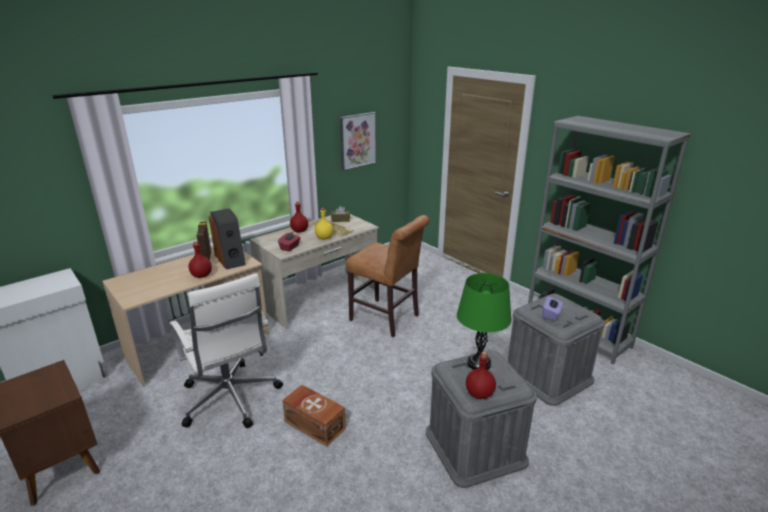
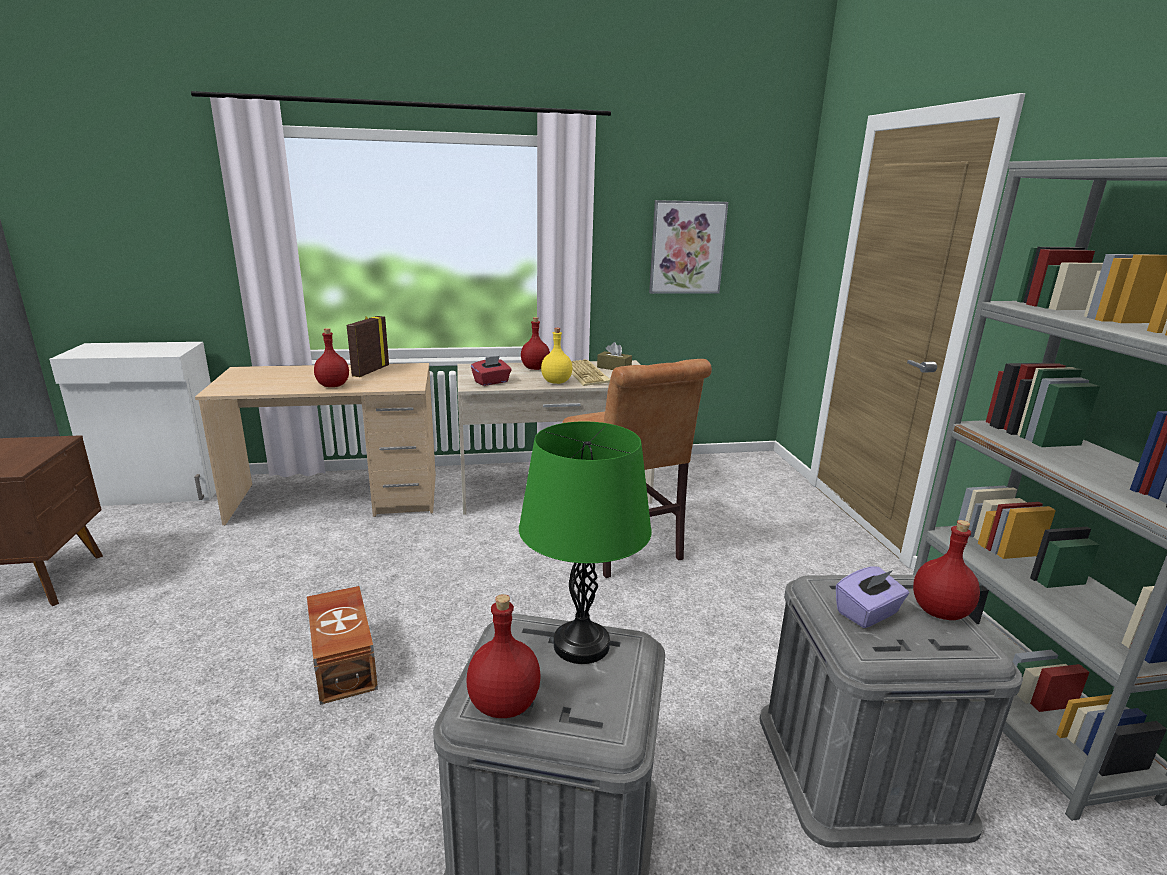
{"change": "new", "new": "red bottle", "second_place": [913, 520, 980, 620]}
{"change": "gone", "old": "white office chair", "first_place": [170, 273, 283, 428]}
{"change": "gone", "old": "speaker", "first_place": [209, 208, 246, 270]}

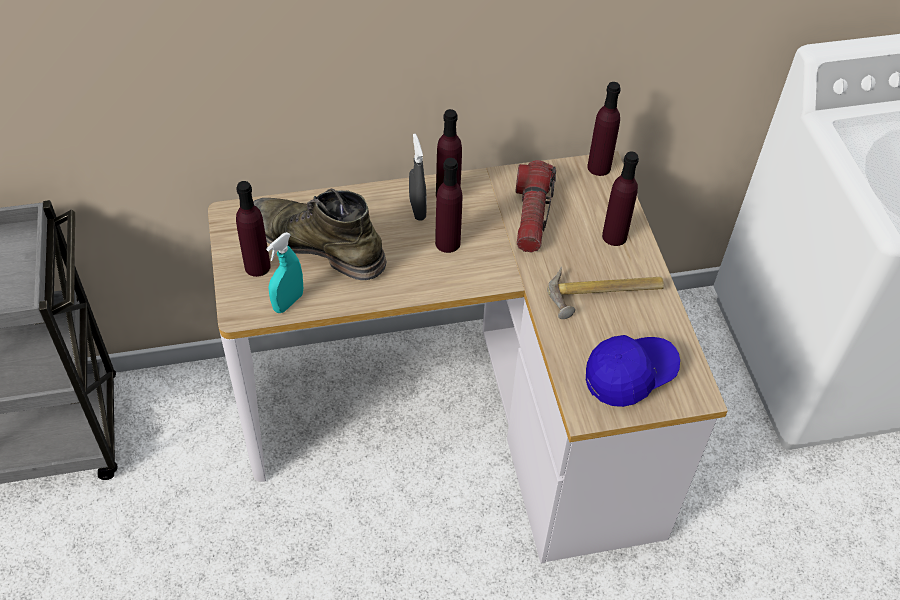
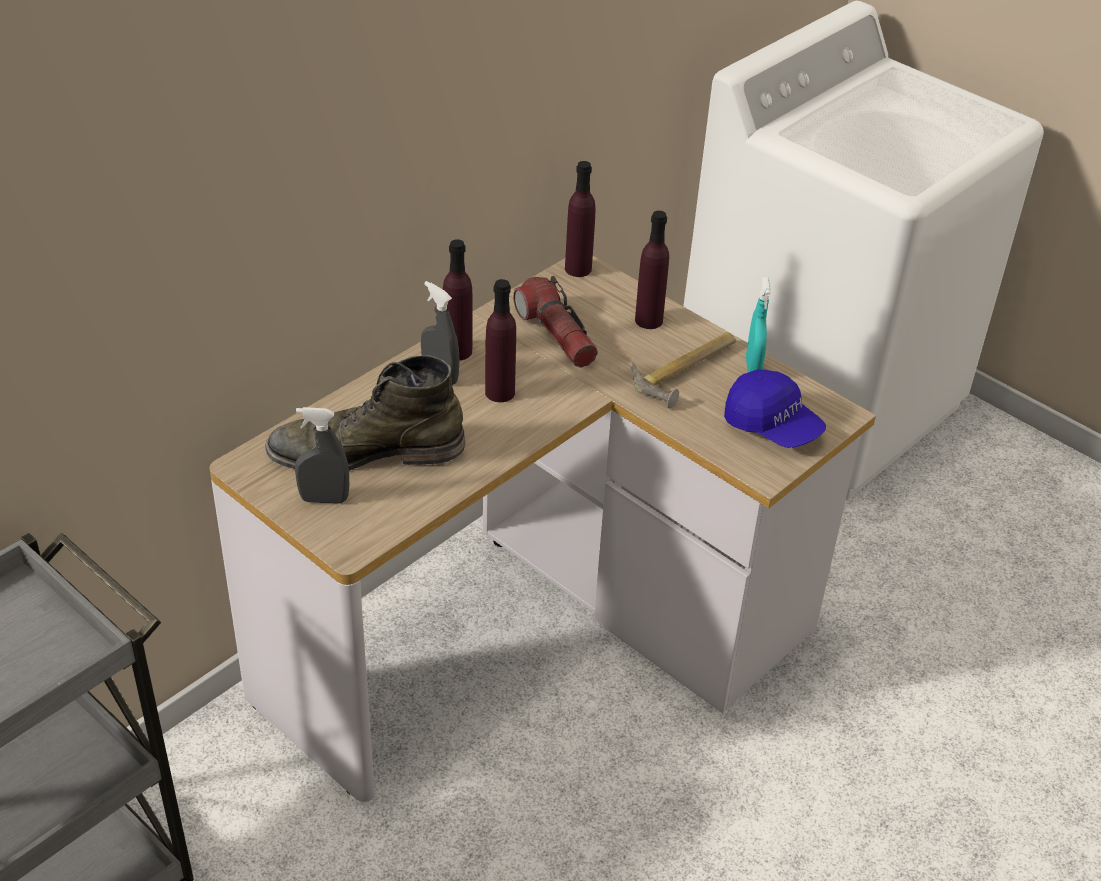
{"change": "swapped", "old": "purple bottle", "new": "grey spray bottle", "first_place": [236, 181, 271, 277], "second_place": [295, 407, 349, 504]}
{"change": "rotated", "old": "blue cap", "first_place": [586, 335, 680, 407], "second_place": [724, 369, 826, 448], "degrees": 105}
{"change": "shifted", "old": "turquoise spray bottle", "first_place": [266, 232, 303, 313], "second_place": [746, 277, 771, 372]}

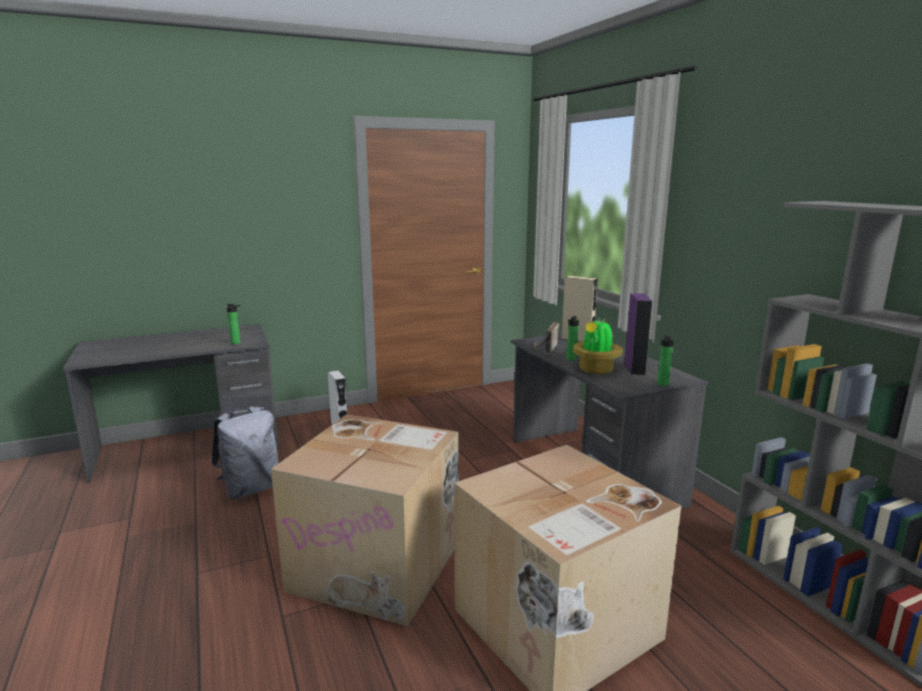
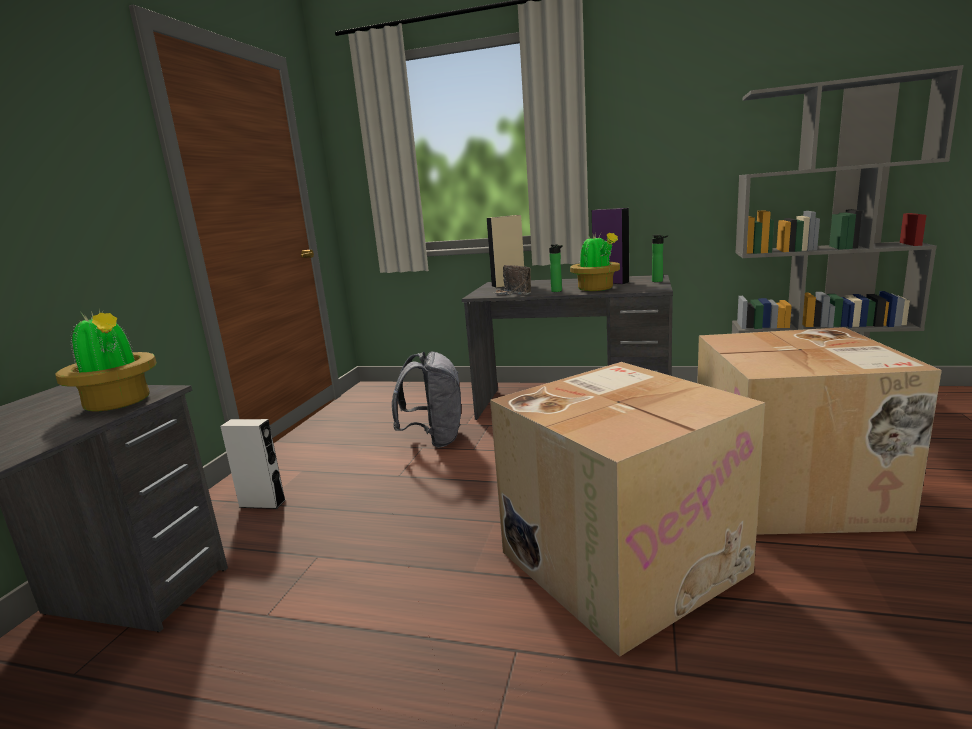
{"change": "swapped", "old": "bottle", "new": "potted plant", "first_place": [226, 304, 241, 344], "second_place": [55, 309, 157, 412]}
{"change": "shifted", "old": "grey backpack", "first_place": [211, 407, 278, 499], "second_place": [392, 352, 461, 448]}

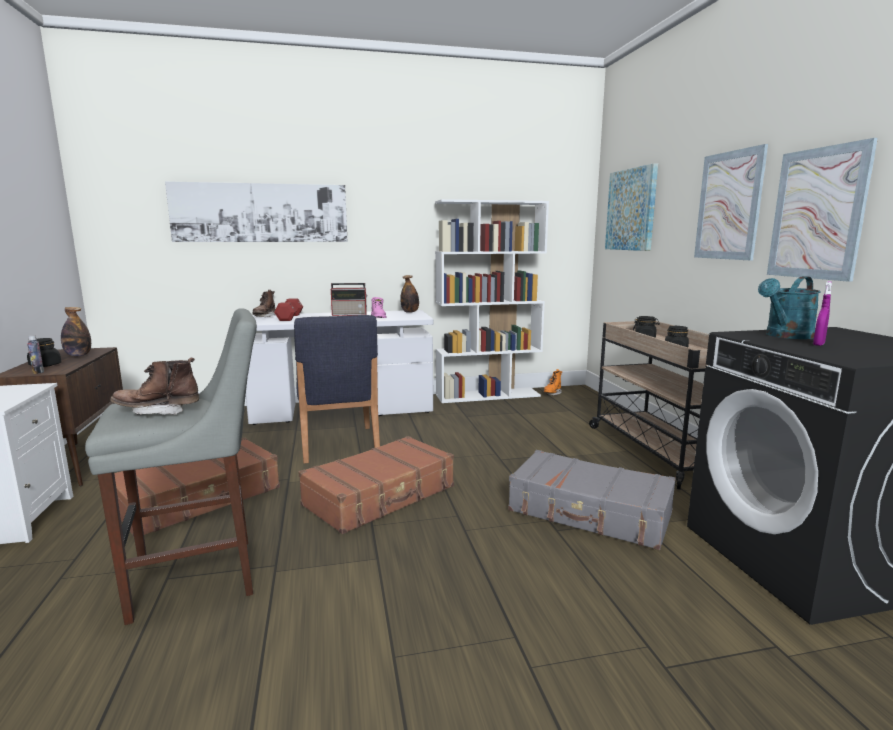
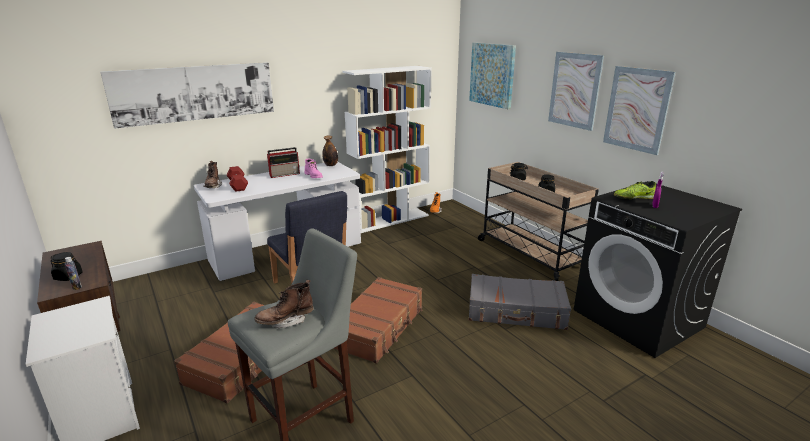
{"change": "swapped", "old": "turquoise watering can", "new": "shoe", "first_place": [758, 276, 820, 339], "second_place": [614, 181, 656, 199]}
{"change": "gone", "old": "bottle", "first_place": [61, 307, 91, 356]}

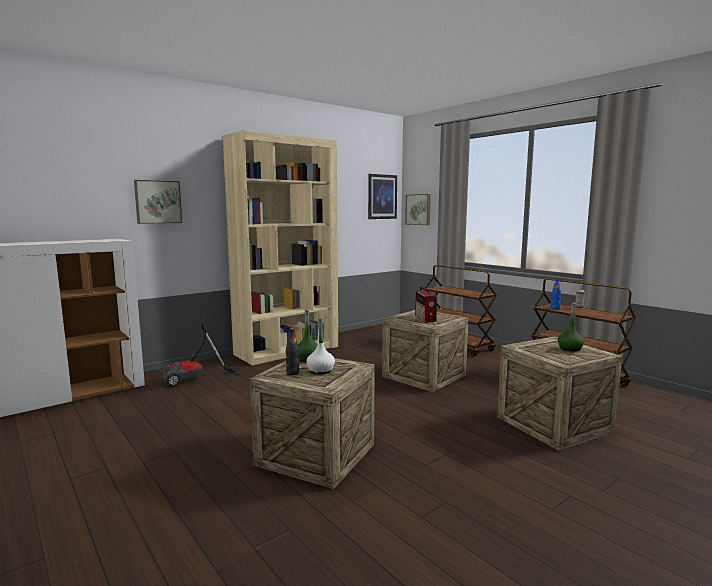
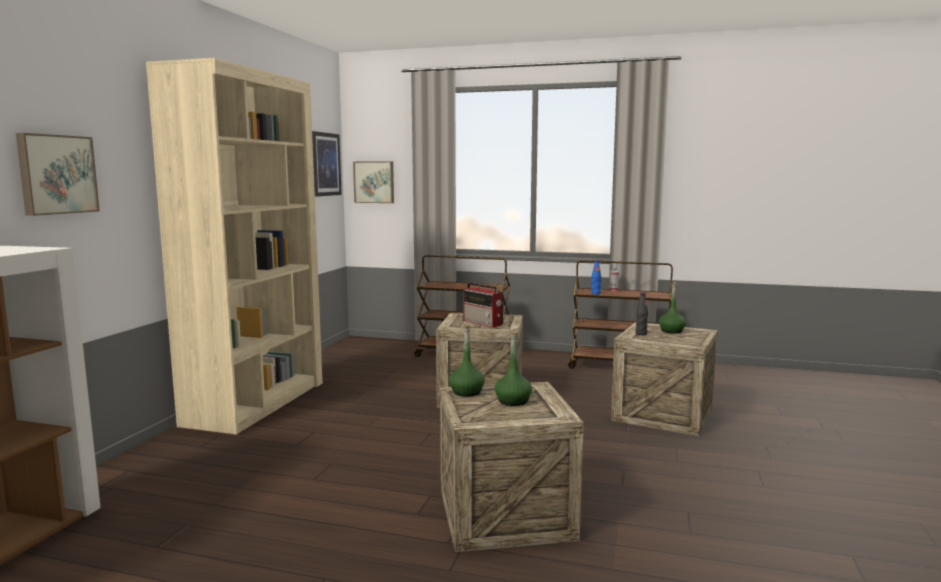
{"change": "repainted", "old": "white bottle", "new": "green bottle", "first_place": [306, 318, 335, 374], "second_place": [495, 331, 532, 406]}
{"change": "shifted", "old": "black bottle", "first_place": [286, 328, 299, 375], "second_place": [635, 292, 648, 335]}
{"change": "gone", "old": "vacuum cleaner", "first_place": [161, 322, 240, 387]}

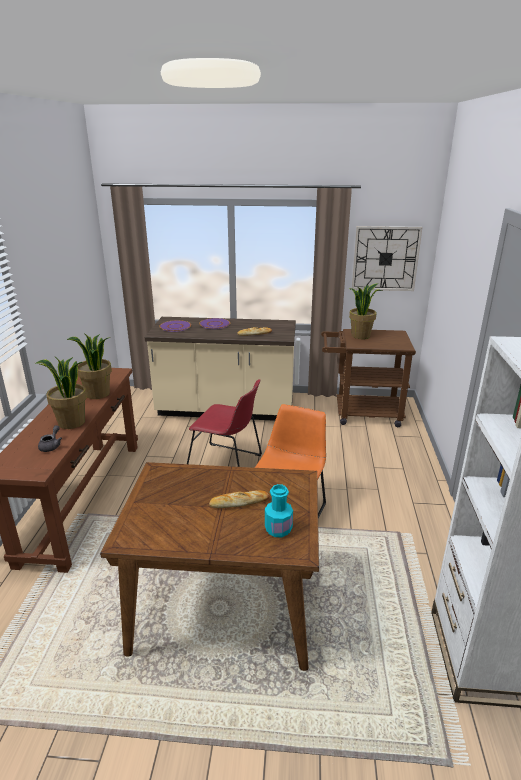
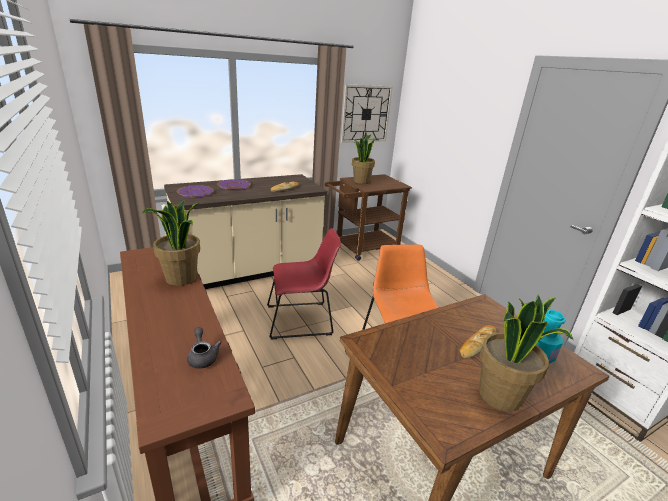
{"change": "shifted", "old": "potted plant", "first_place": [36, 356, 87, 429], "second_place": [479, 295, 573, 412]}

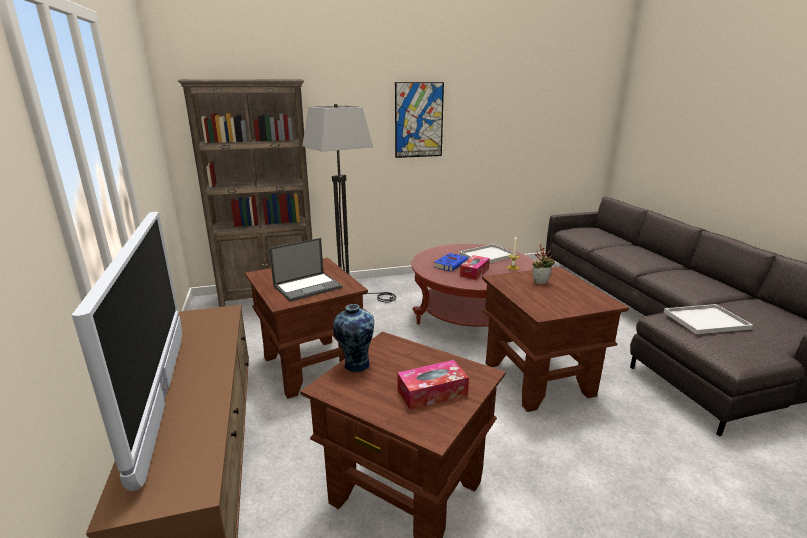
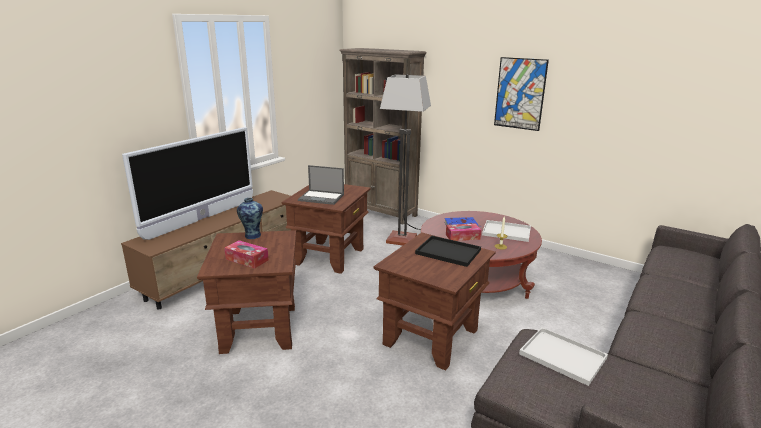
{"change": "swapped", "old": "potted plant", "new": "black tray", "first_place": [532, 243, 555, 284], "second_place": [415, 236, 481, 267]}

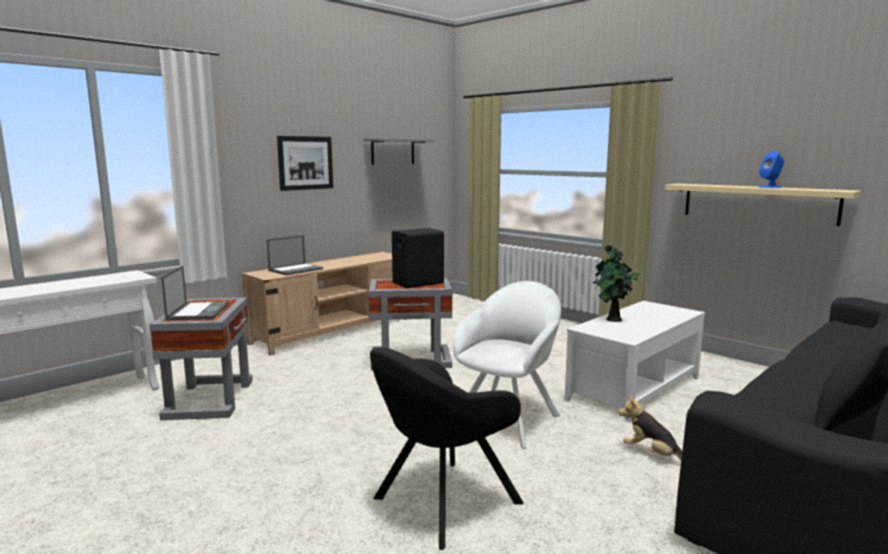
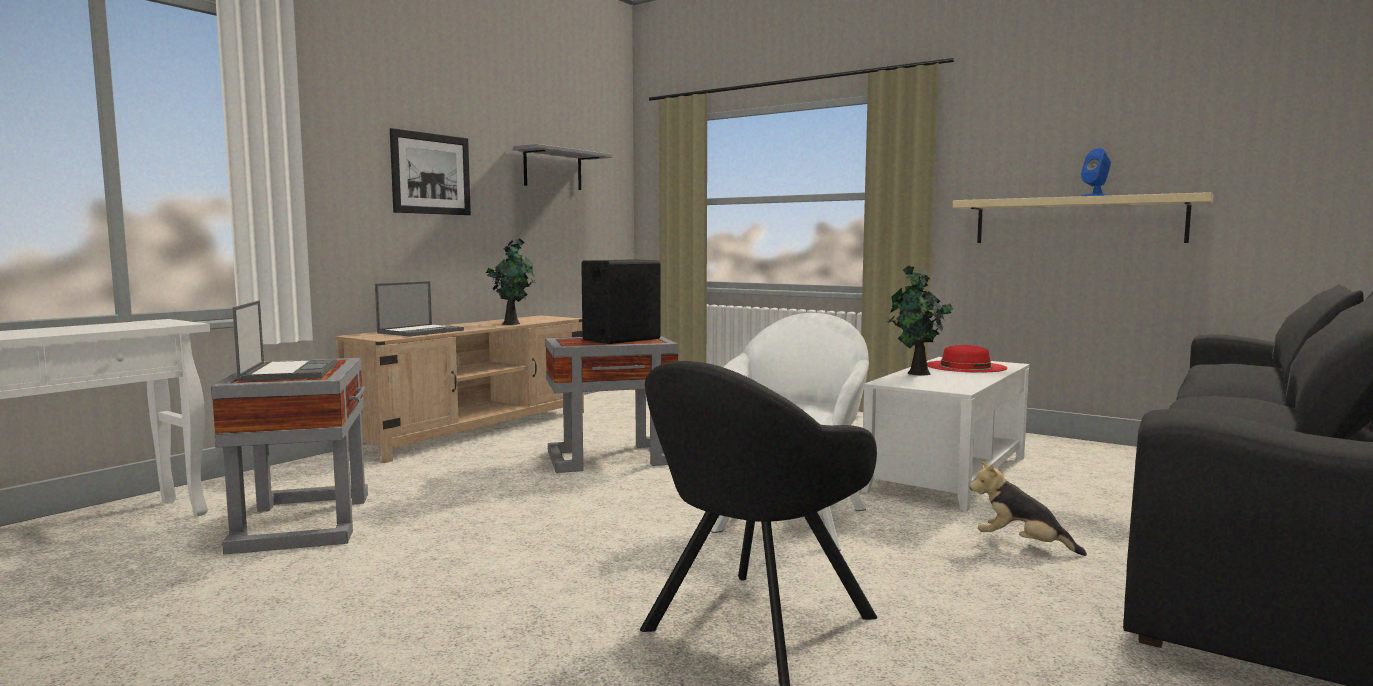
{"change": "new", "new": "potted plant", "second_place": [485, 238, 535, 325]}
{"change": "new", "new": "red hat", "second_place": [927, 345, 1008, 373]}

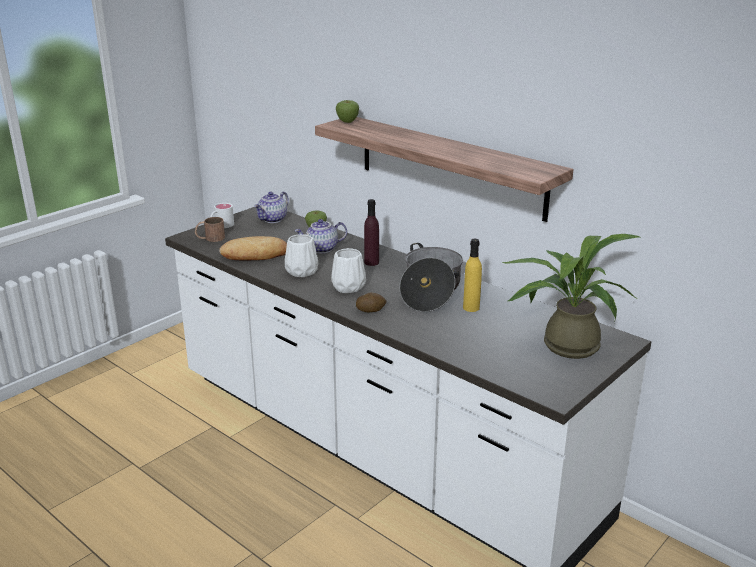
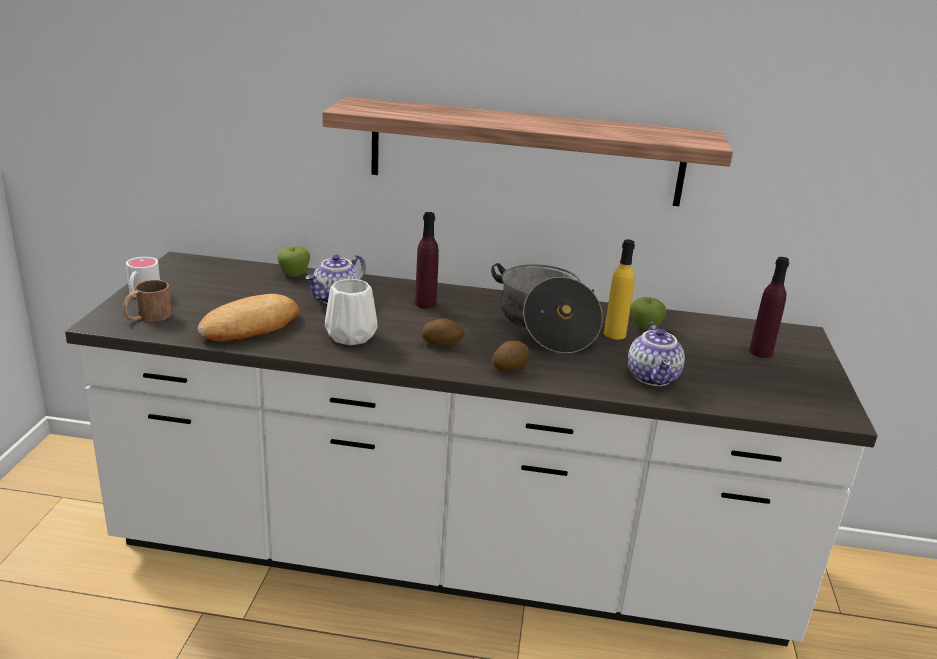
{"change": "swapped", "old": "white vase", "new": "potato", "first_place": [331, 248, 366, 293], "second_place": [421, 318, 465, 346]}
{"change": "shifted", "old": "teapot", "first_place": [254, 191, 289, 223], "second_place": [628, 322, 685, 386]}
{"change": "shifted", "old": "apple", "first_place": [336, 100, 359, 123], "second_place": [631, 297, 667, 330]}
{"change": "swapped", "old": "potted plant", "new": "purple bottle", "first_place": [502, 234, 640, 359], "second_place": [749, 257, 789, 358]}

